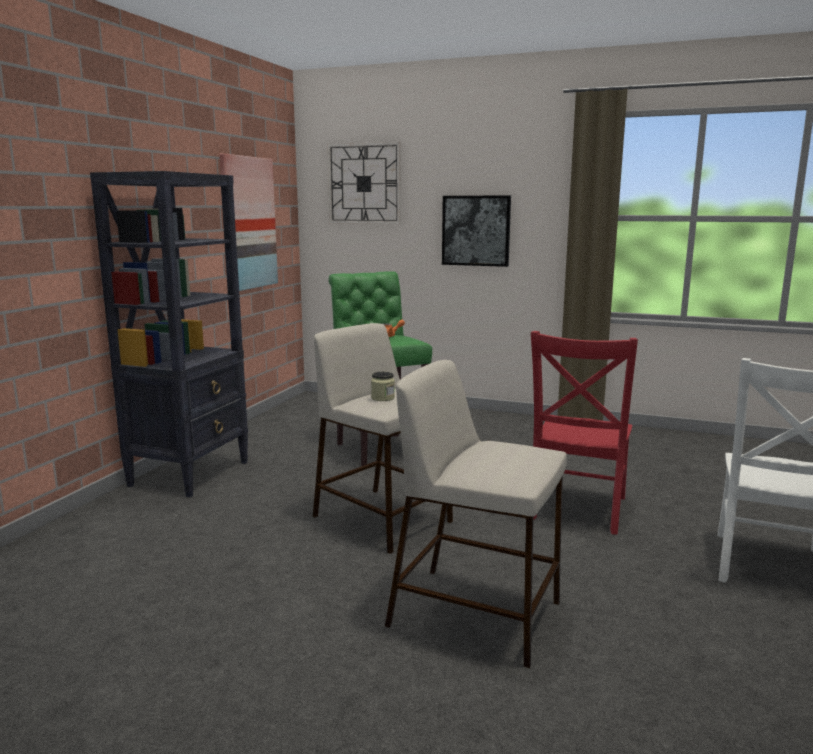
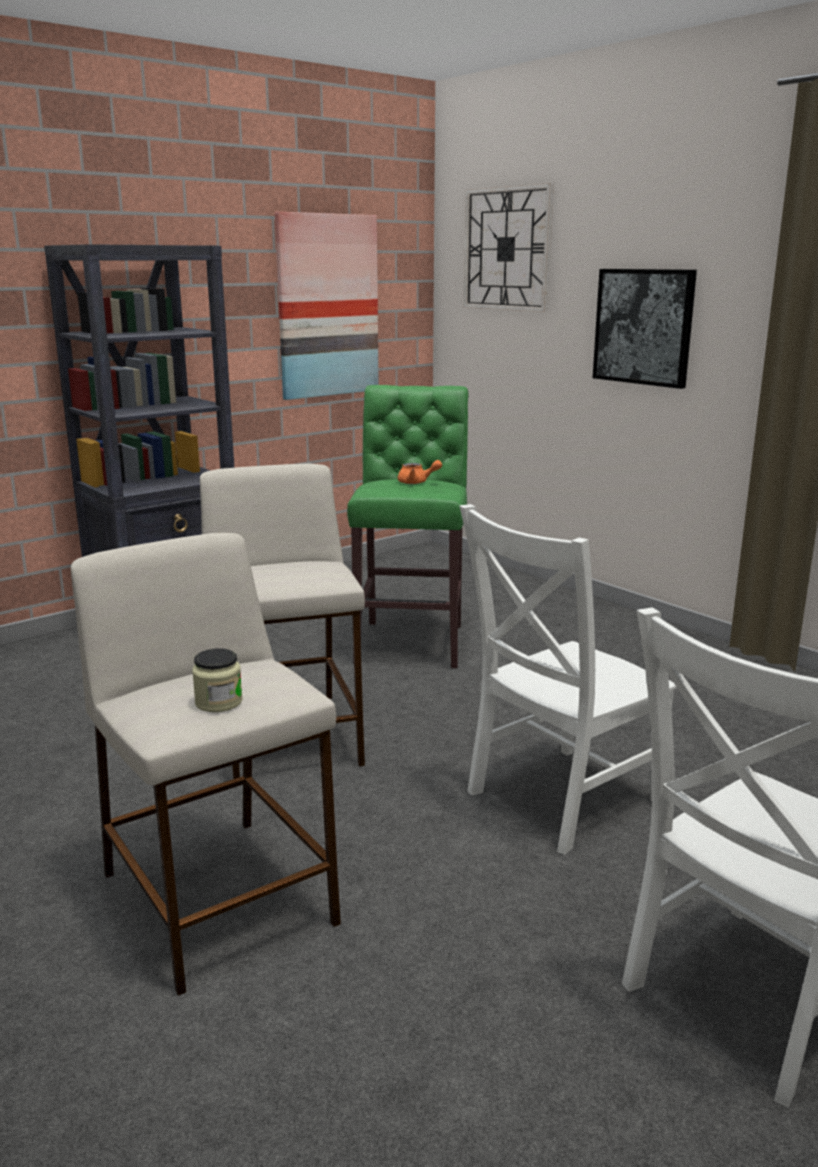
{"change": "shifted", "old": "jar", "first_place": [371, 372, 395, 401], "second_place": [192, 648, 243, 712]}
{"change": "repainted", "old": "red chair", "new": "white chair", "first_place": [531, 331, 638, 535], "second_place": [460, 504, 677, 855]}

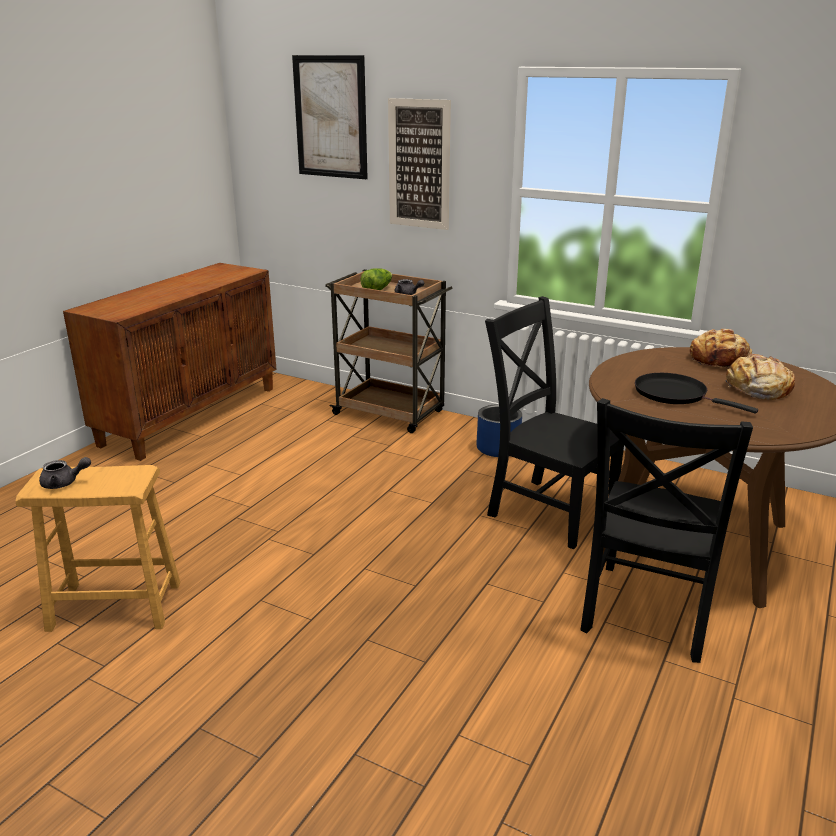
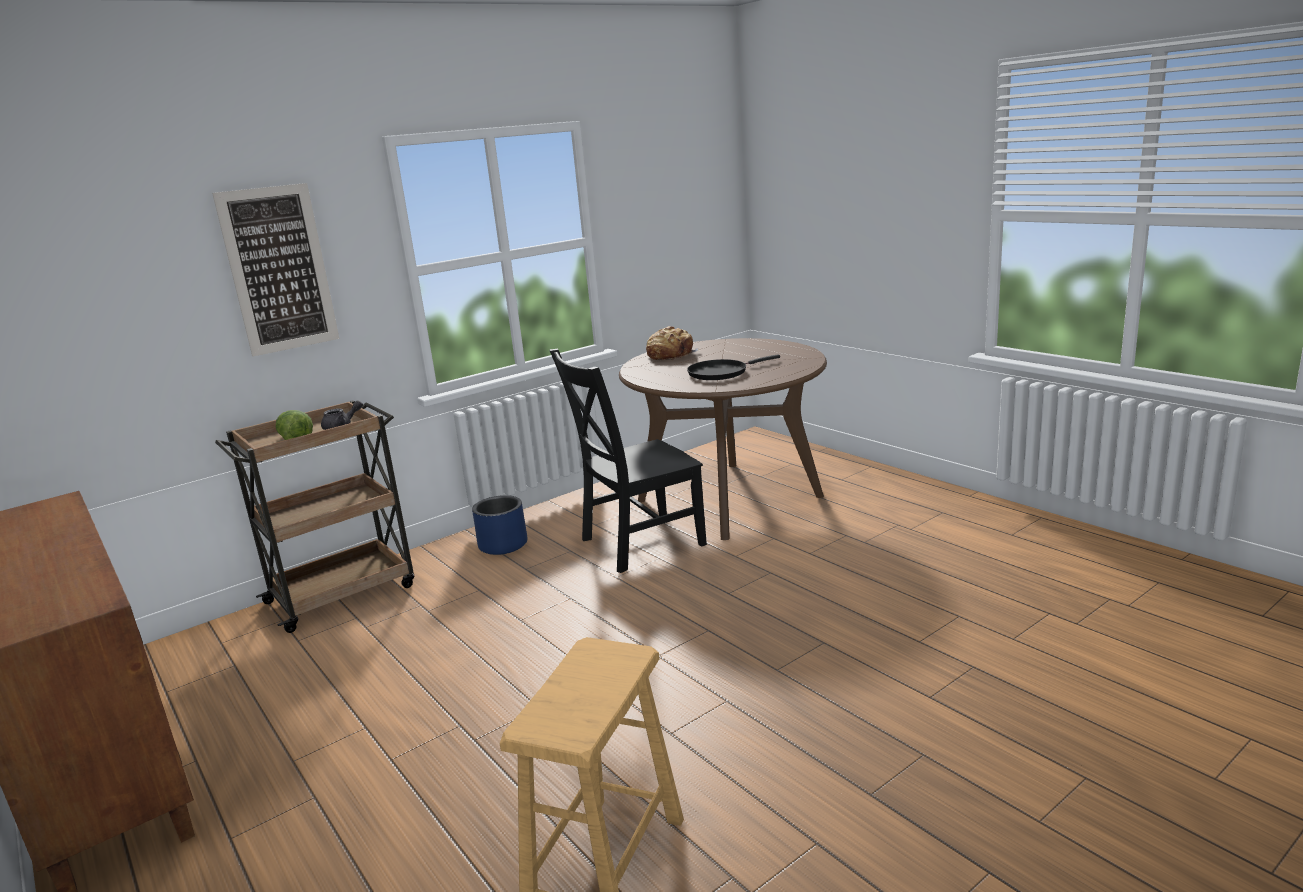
{"change": "gone", "old": "grey teapot", "first_place": [39, 457, 91, 489]}
{"change": "gone", "old": "picture", "first_place": [292, 55, 368, 179]}
{"change": "gone", "old": "black chair", "first_place": [580, 398, 753, 663]}
{"change": "gone", "old": "bread", "first_place": [726, 354, 795, 400]}

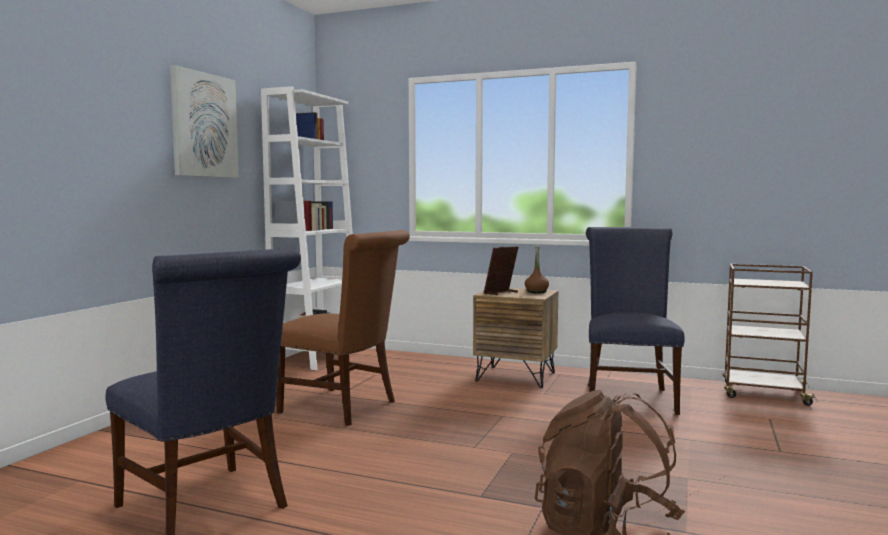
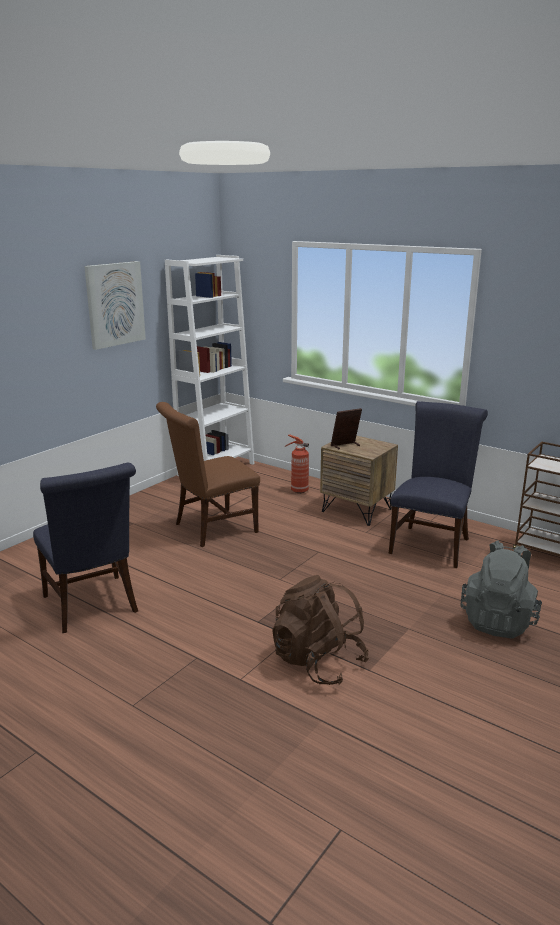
{"change": "rotated", "old": "brown chair", "first_place": [277, 230, 410, 426], "second_place": [156, 402, 260, 547], "degrees": 105}
{"change": "new", "new": "fire extinguisher", "second_place": [284, 434, 309, 493]}
{"change": "new", "new": "grey backpack", "second_place": [461, 540, 542, 638]}
{"change": "gone", "old": "brown bottle", "first_place": [525, 246, 549, 293]}

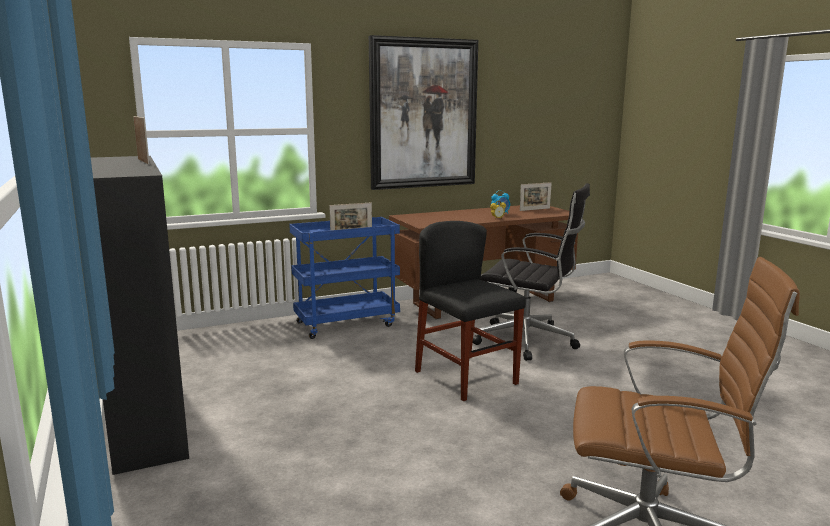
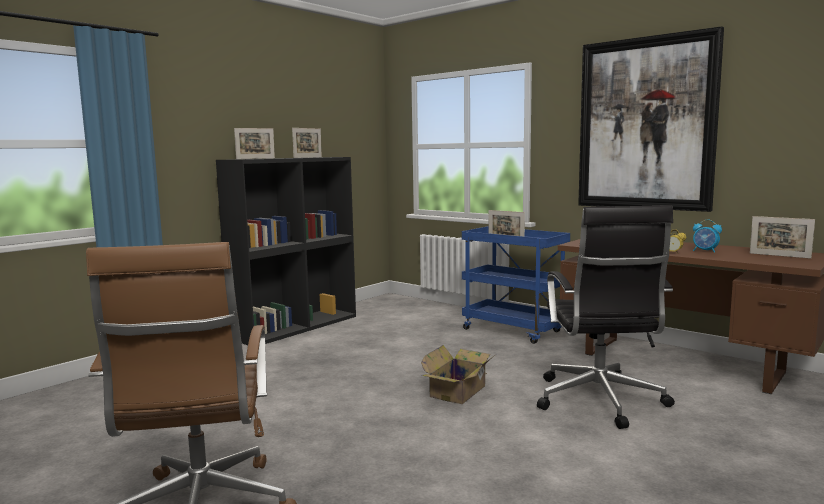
{"change": "new", "new": "picture frame", "second_place": [234, 128, 275, 159]}
{"change": "swapped", "old": "black chair", "new": "cardboard box", "first_place": [415, 221, 526, 401], "second_place": [421, 345, 495, 404]}

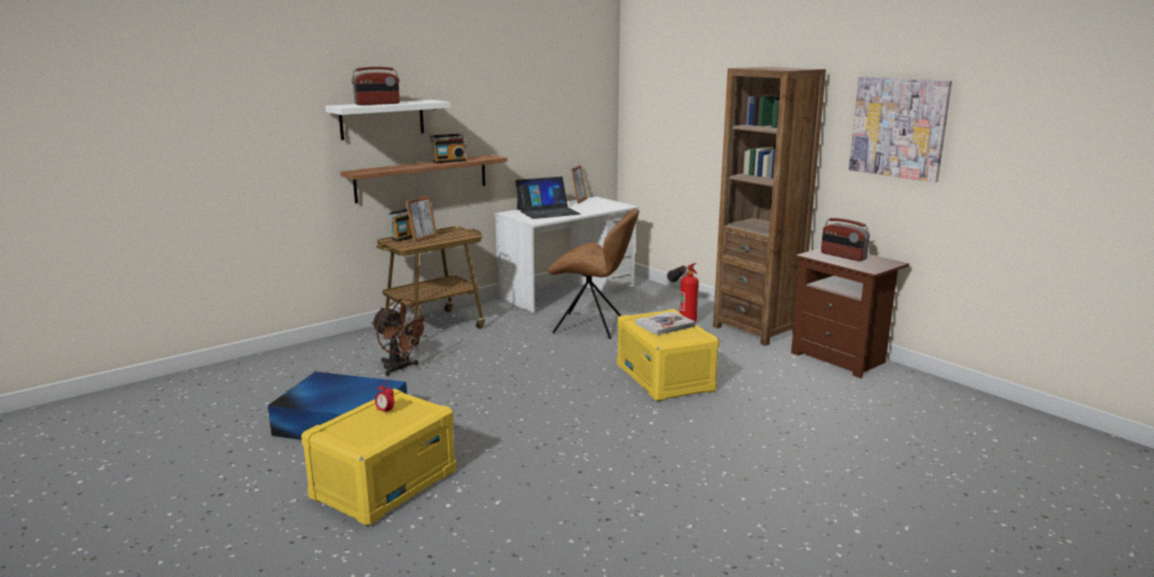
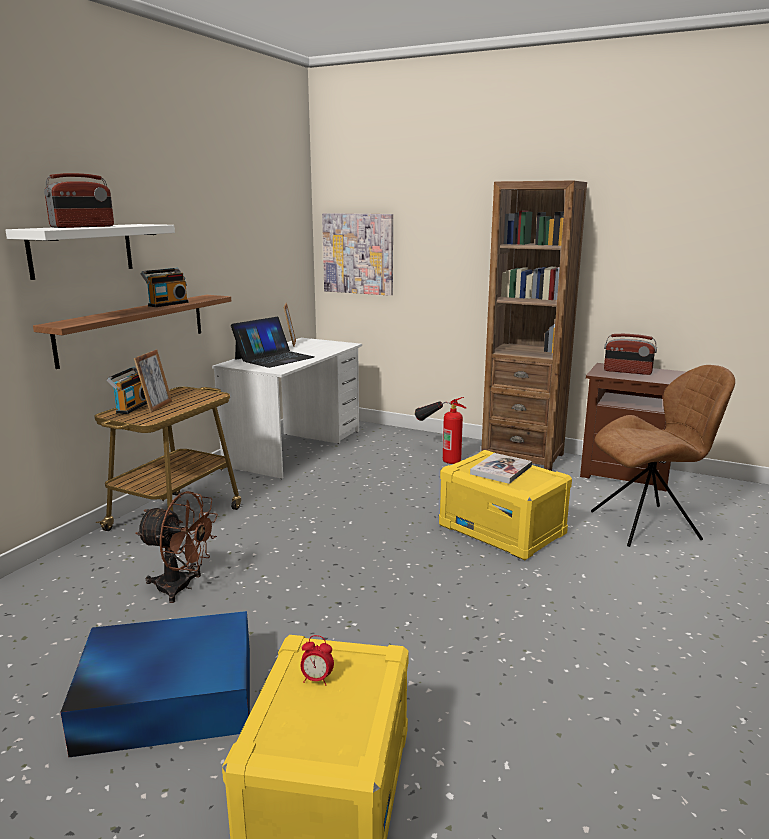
{"change": "shifted", "old": "picture", "first_place": [849, 77, 952, 182], "second_place": [322, 213, 393, 296]}
{"change": "shifted", "old": "brown chair", "first_place": [548, 208, 639, 339], "second_place": [591, 365, 735, 547]}

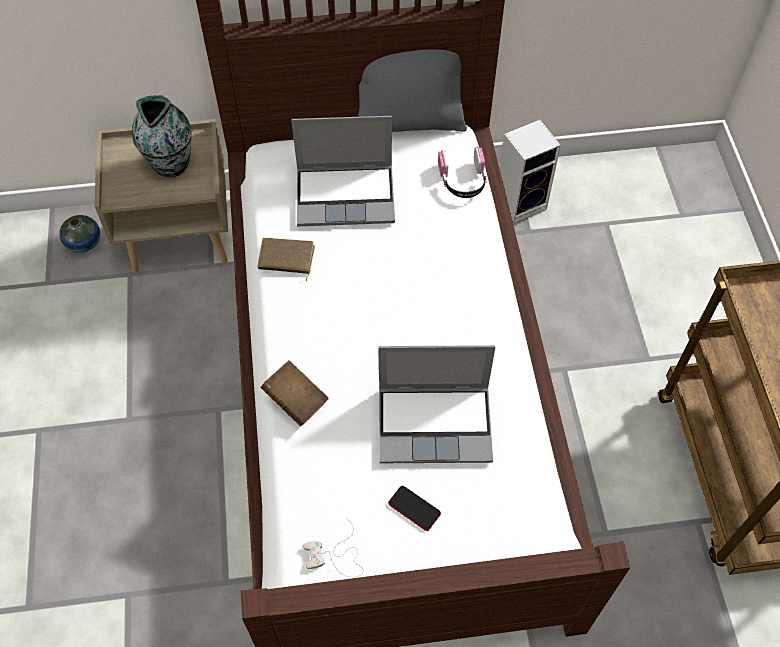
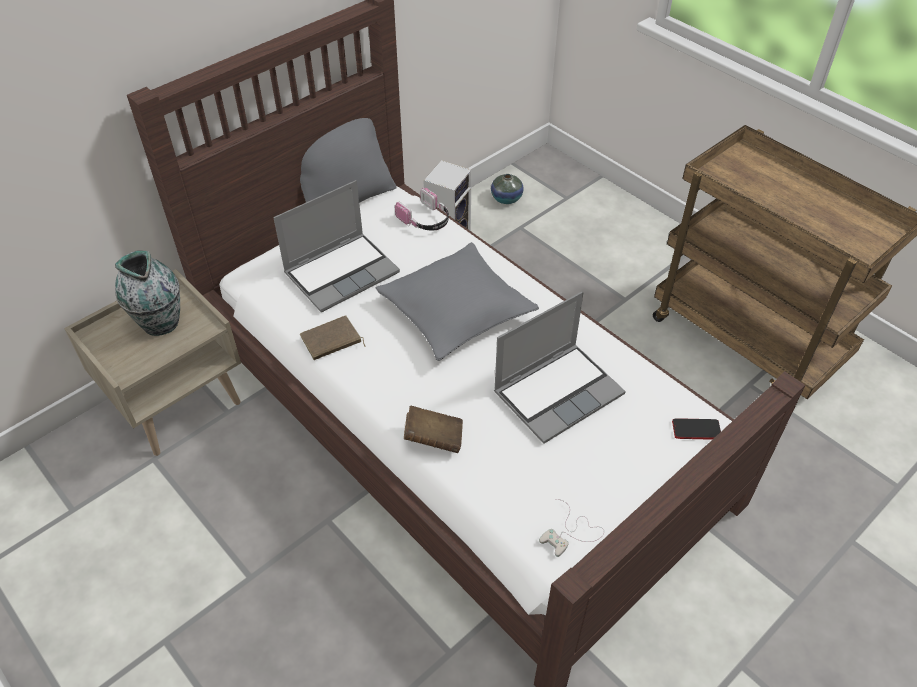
{"change": "new", "new": "grey pillow", "second_place": [375, 242, 539, 361]}
{"change": "shifted", "old": "vase", "first_place": [59, 215, 100, 253], "second_place": [491, 174, 524, 204]}
{"change": "shifted", "old": "phone", "first_place": [388, 486, 441, 531], "second_place": [672, 418, 721, 440]}

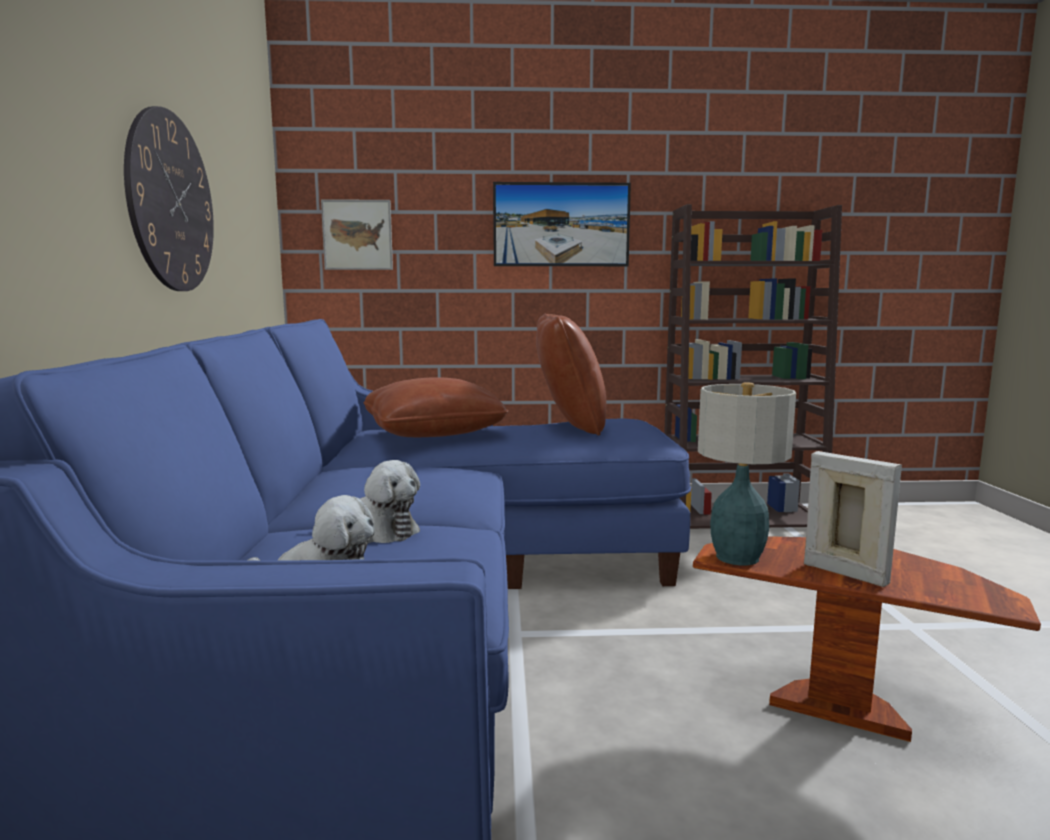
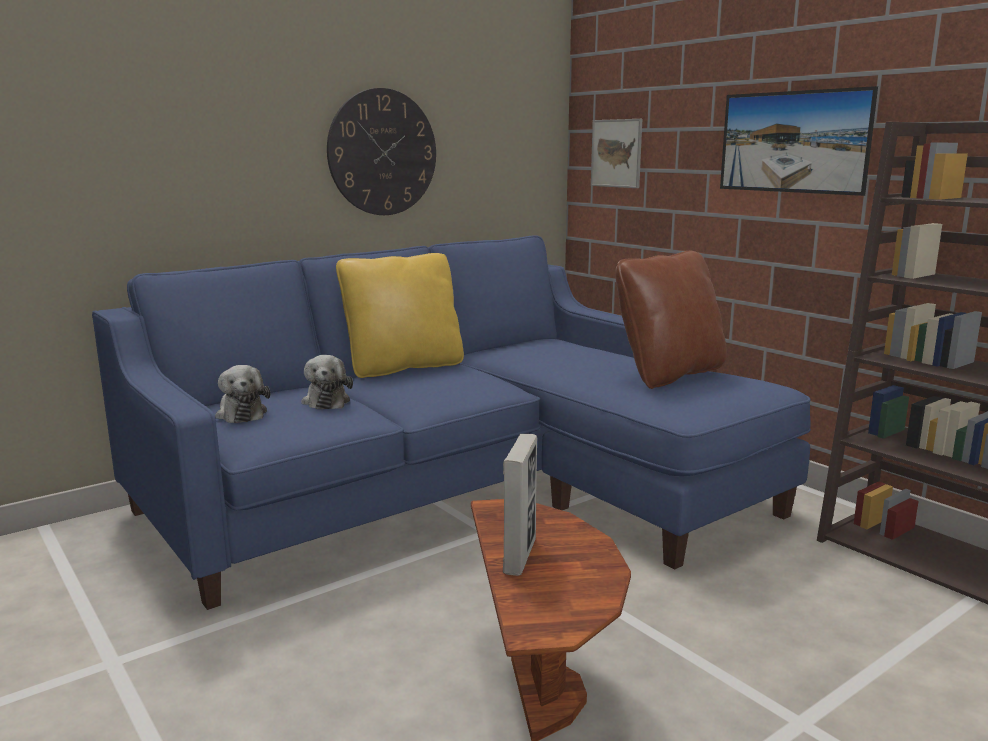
{"change": "new", "new": "yellow pillow", "second_place": [336, 253, 464, 378]}
{"change": "gone", "old": "brown pillow", "first_place": [364, 377, 509, 437]}
{"change": "gone", "old": "table lamp", "first_place": [698, 382, 796, 566]}

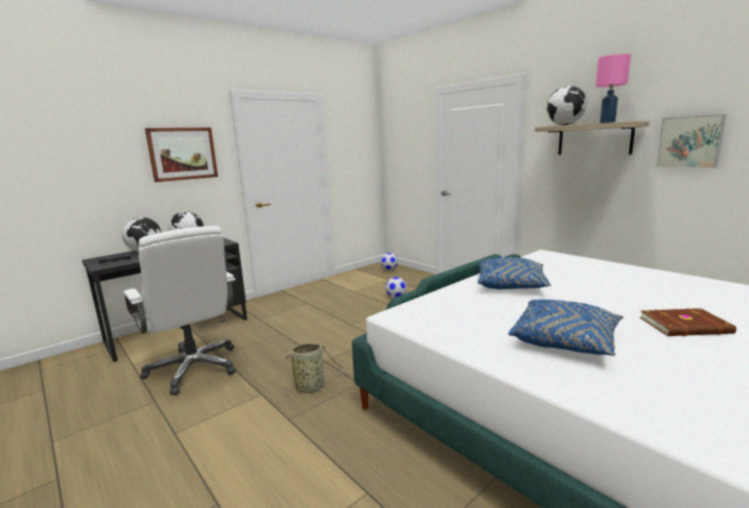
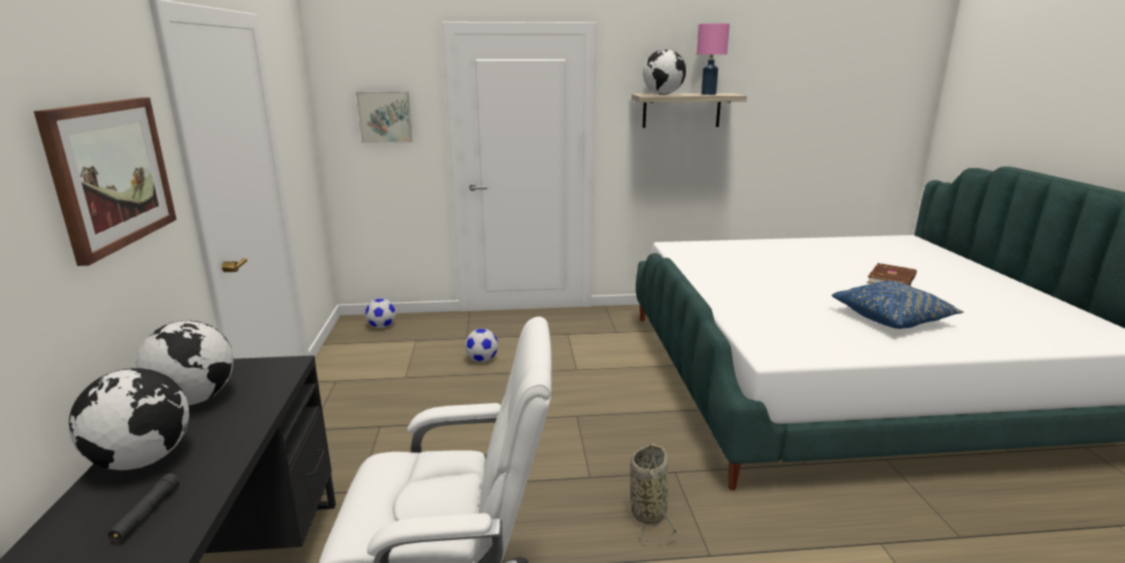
{"change": "shifted", "old": "picture", "first_place": [656, 114, 726, 168], "second_place": [356, 91, 413, 143]}
{"change": "gone", "old": "blue pillow", "first_place": [478, 257, 551, 289]}

